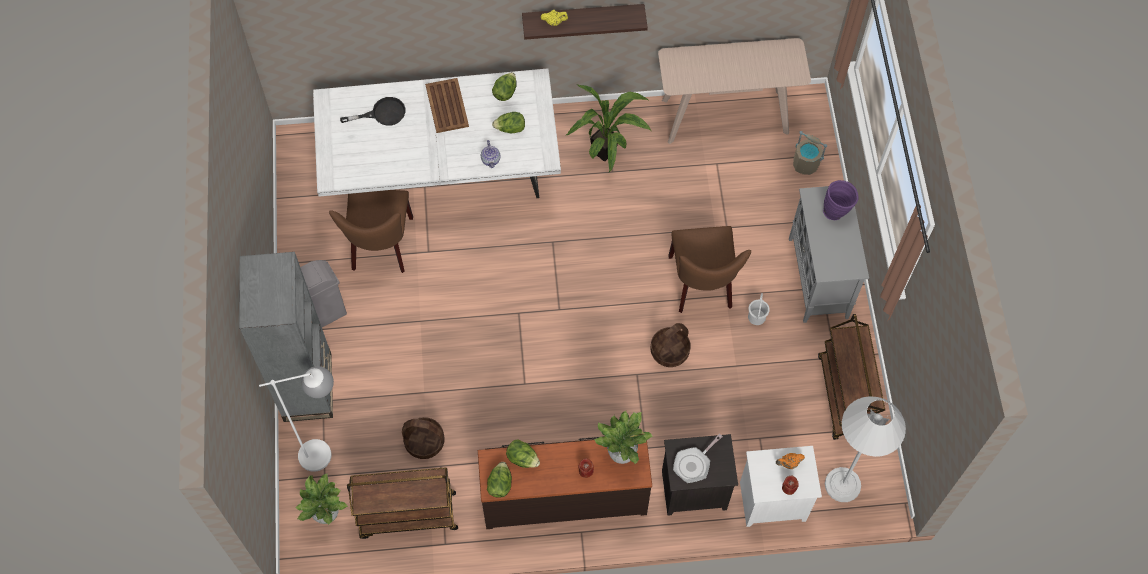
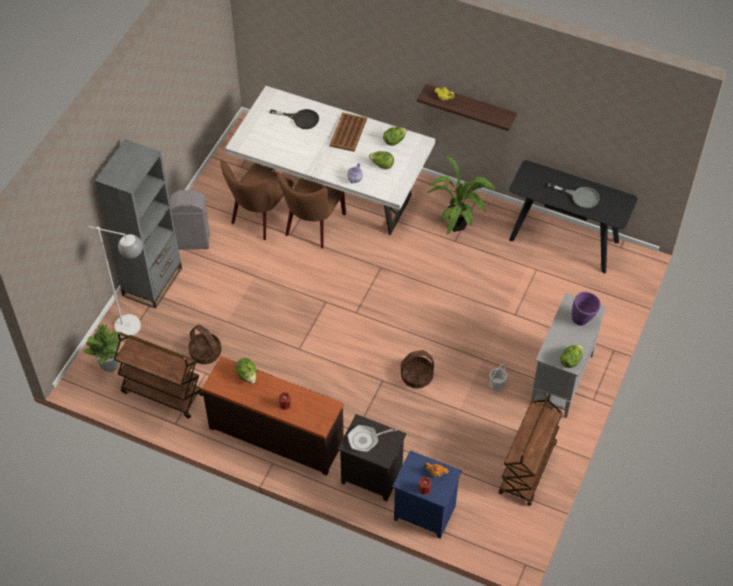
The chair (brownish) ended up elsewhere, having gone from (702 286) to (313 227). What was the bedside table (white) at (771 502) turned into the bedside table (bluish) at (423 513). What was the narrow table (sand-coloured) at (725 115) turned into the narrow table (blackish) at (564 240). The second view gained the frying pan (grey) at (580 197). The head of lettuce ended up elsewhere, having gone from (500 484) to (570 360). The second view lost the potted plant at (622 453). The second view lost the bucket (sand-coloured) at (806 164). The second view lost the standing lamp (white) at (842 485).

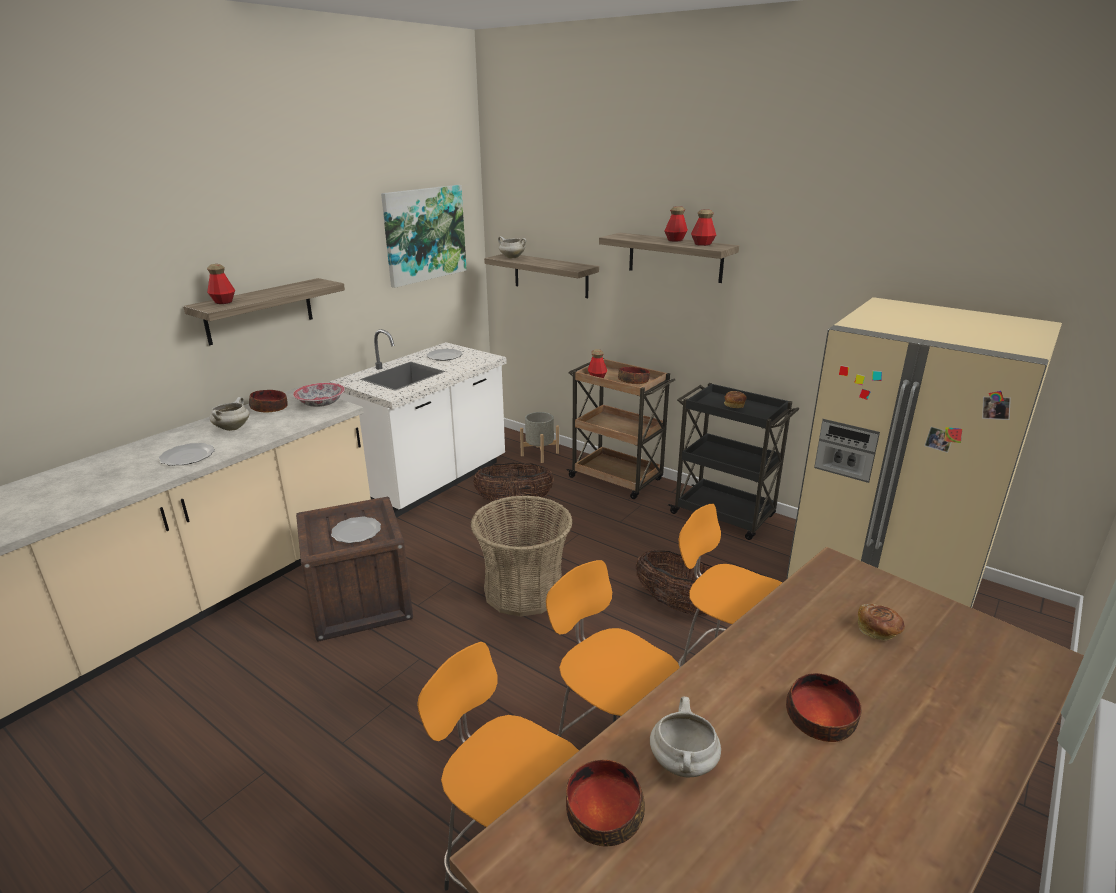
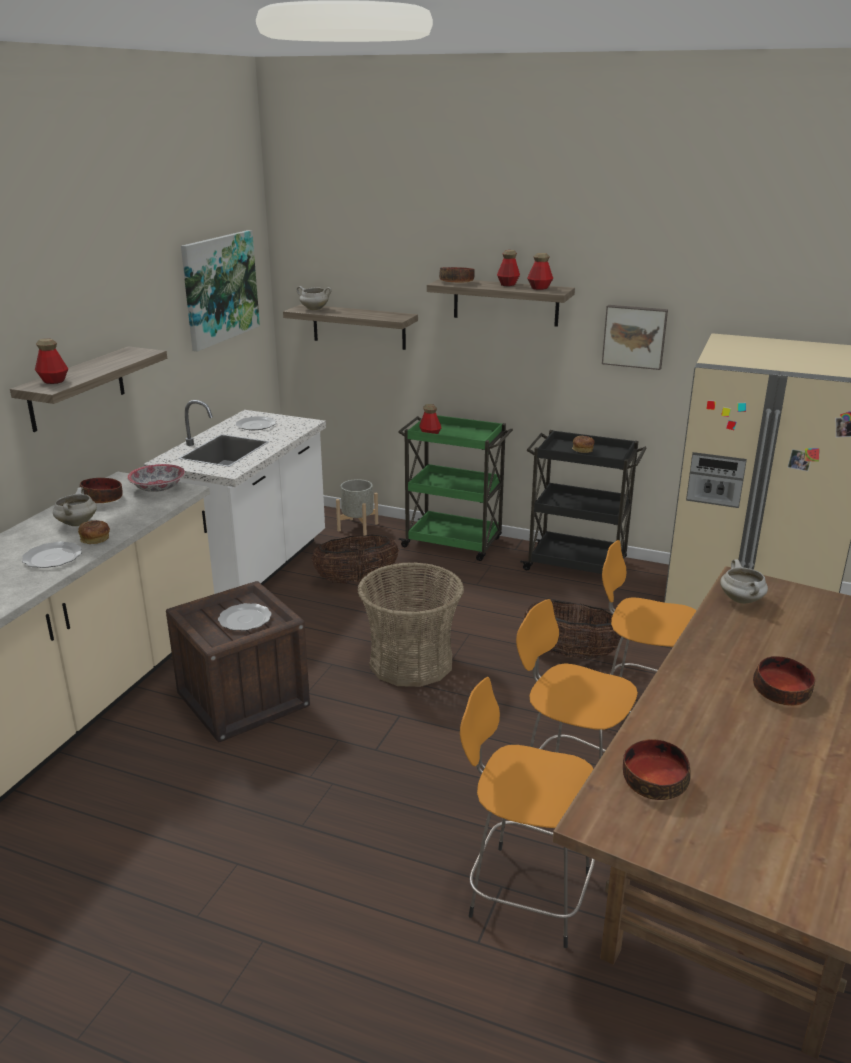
The bakery bread ended up elsewhere, having gone from (878 631) to (95 539). What was the wheeled cart (brownish) at (617 479) turned into the wheeled cart (greenish) at (454 543). The bowl ended up elsewhere, having gone from (633 382) to (457 282). The second view gained the picture at (634 336). The cooking pot (white) ended up elsewhere, having gone from (684 764) to (742 600).

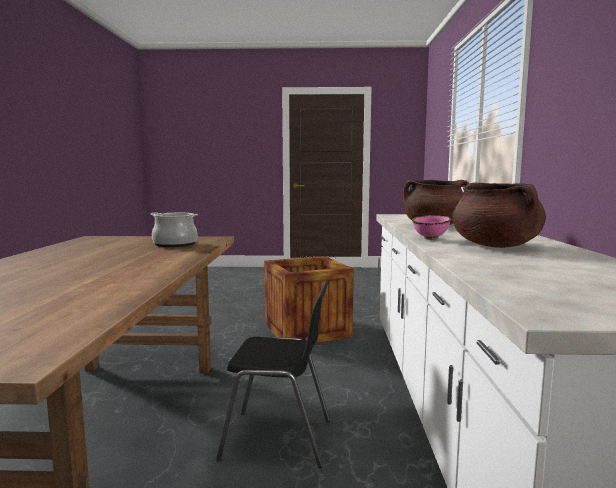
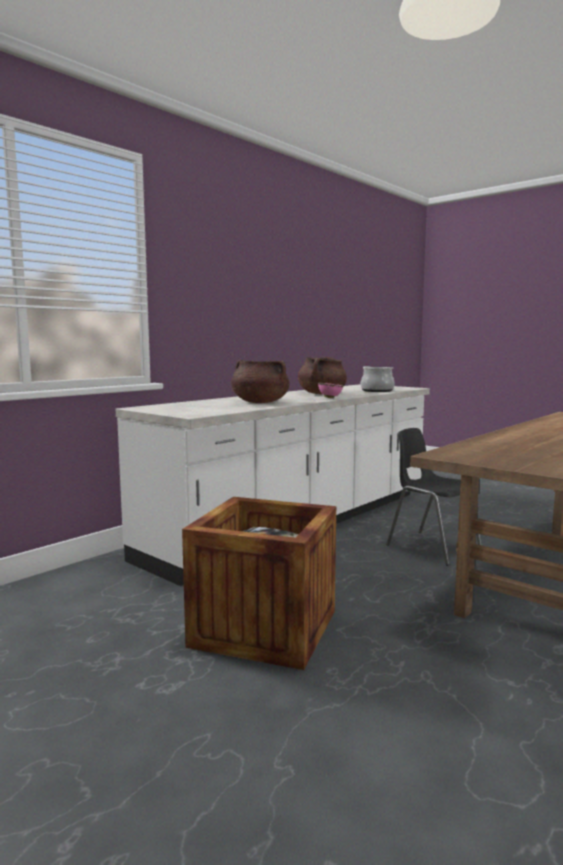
The cooking pot ended up elsewhere, having gone from (175 244) to (377 390).

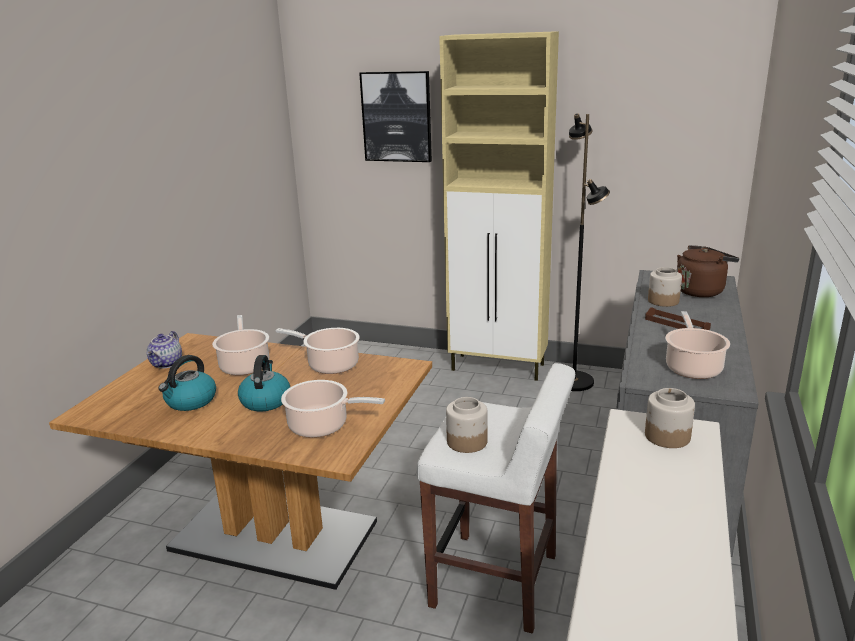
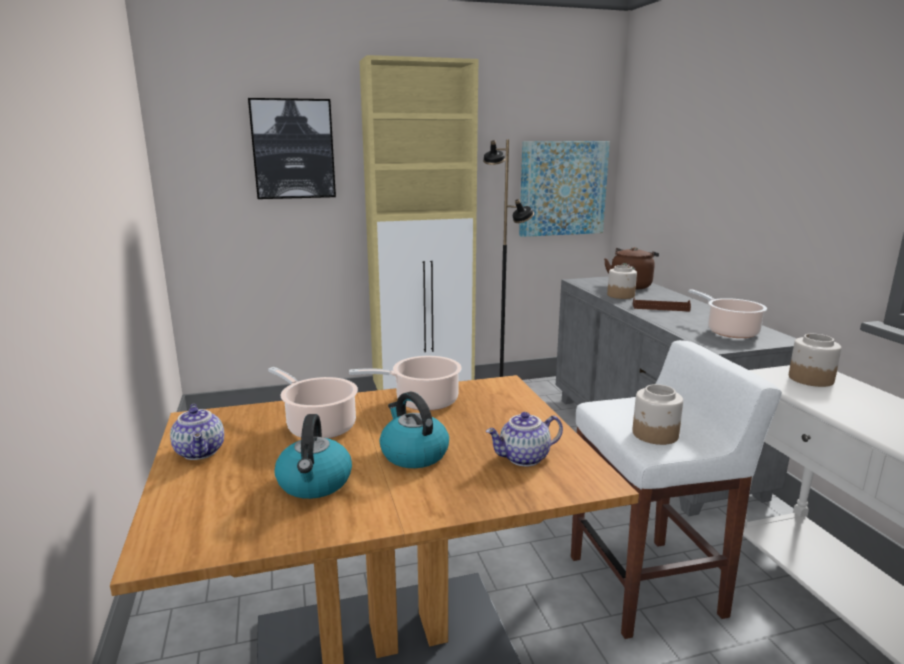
Where the cooking pot stood at (322 426), the tea pot came to stand at (524 458). The second view gained the picture at (562 188).

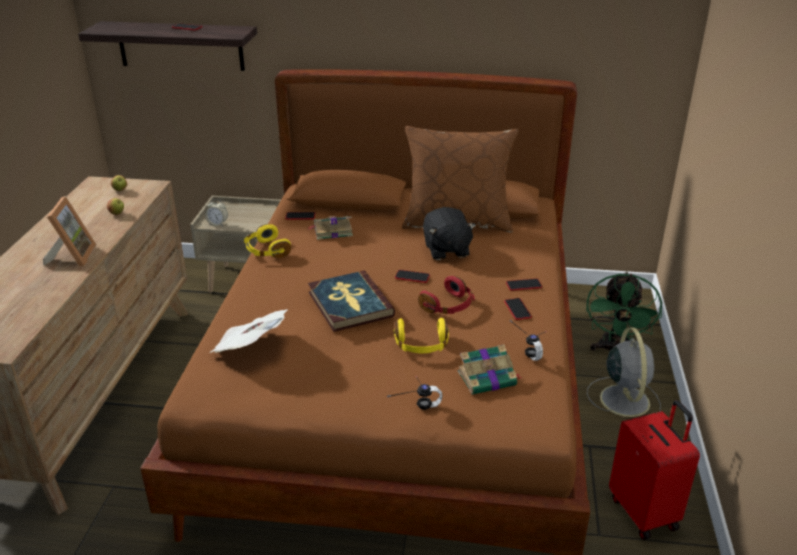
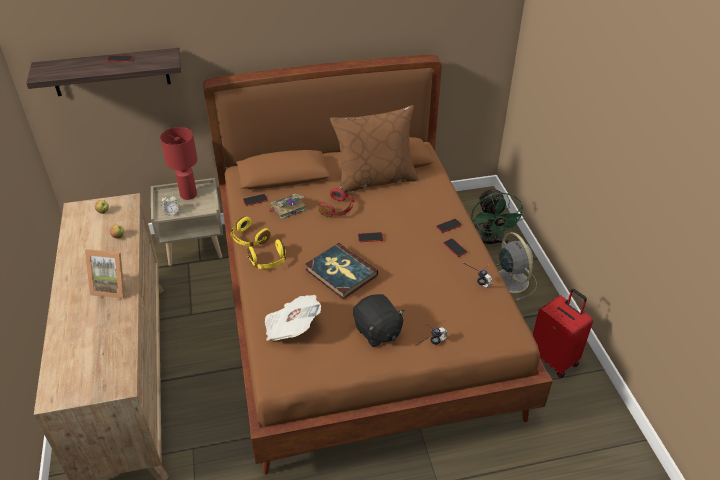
The photo frame at (72 256) ended up facing another way, 120 degrees clockwise from before. The second view gained the lamp for a table (red) at (188 195). The headphones (yellow) ended up elsewhere, having gone from (421 346) to (268 261). The headphones (red) ended up elsewhere, having gone from (448 306) to (338 209). The plush toy (blackish) ended up elsewhere, having gone from (446 250) to (377 331). The second view lost the volume at (488 378).

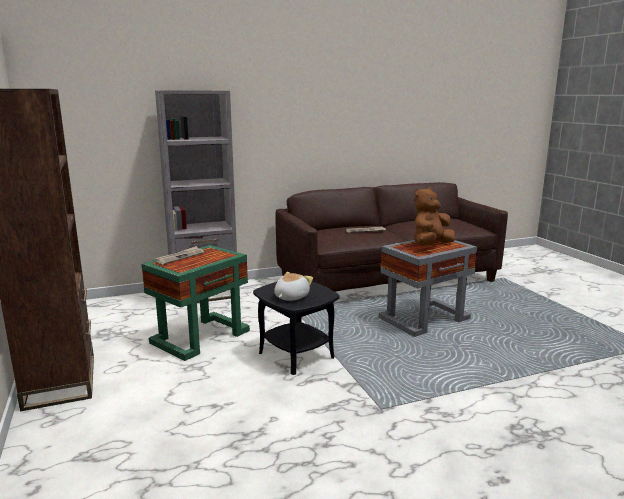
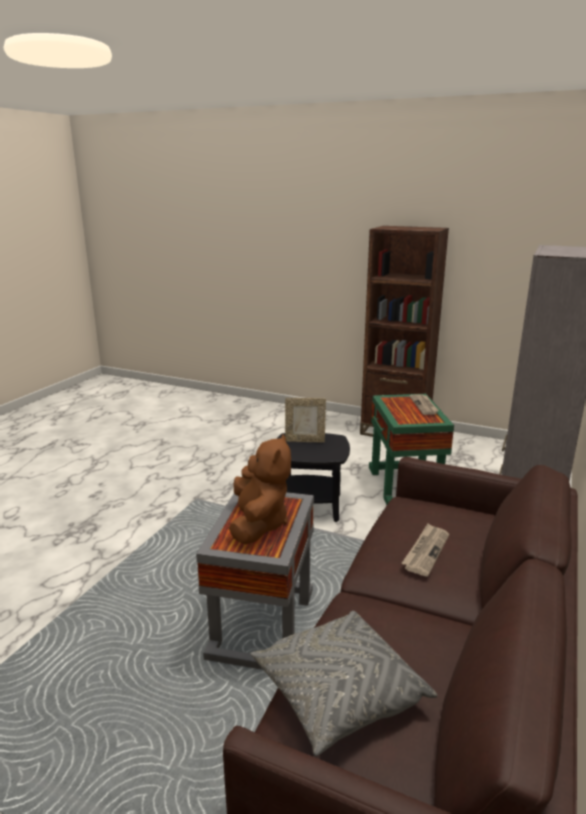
The second view gained the throw pillow (grey) at (338 694). Where the plush toy stood at (290 297), the photo frame came to stand at (305 440).

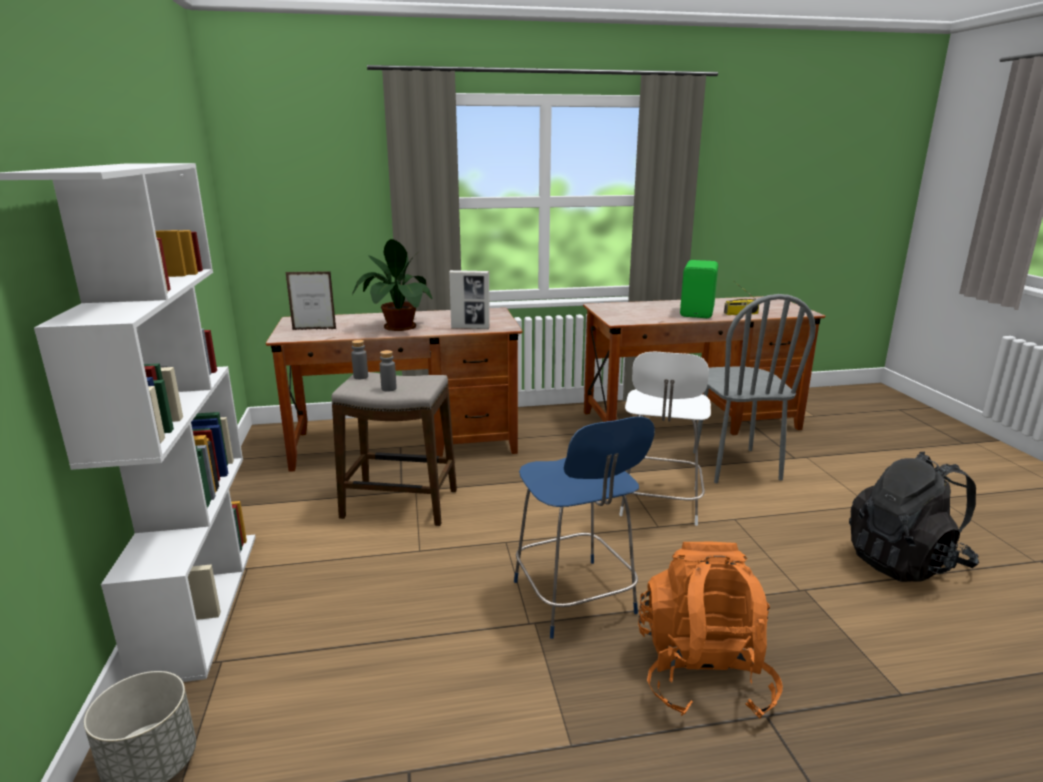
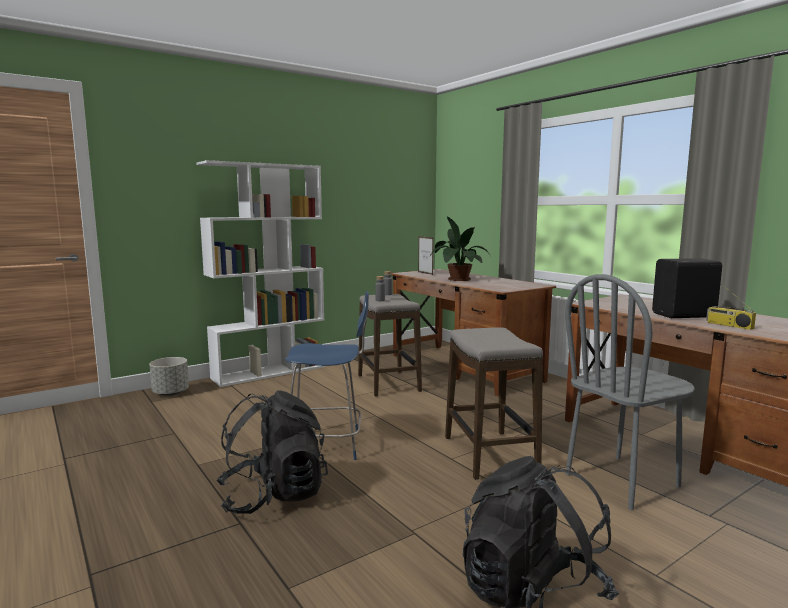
What was the rucksack (orange-coloured) at (703 674) turned into the rucksack (blackish) at (273 496). The chair (bluish) at (575 600) ended up facing another way, 135 degrees counterclockwise from before. Where the chair (white) stood at (659 504), the stool came to stand at (489 454). What was the speaker (greenish) at (698 313) turned into the speaker (blackish) at (685 315). The second view lost the photo frame at (470 328).

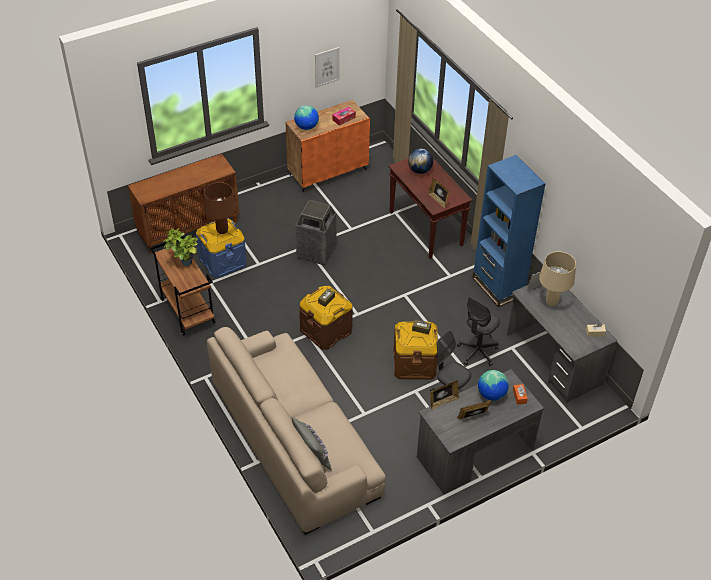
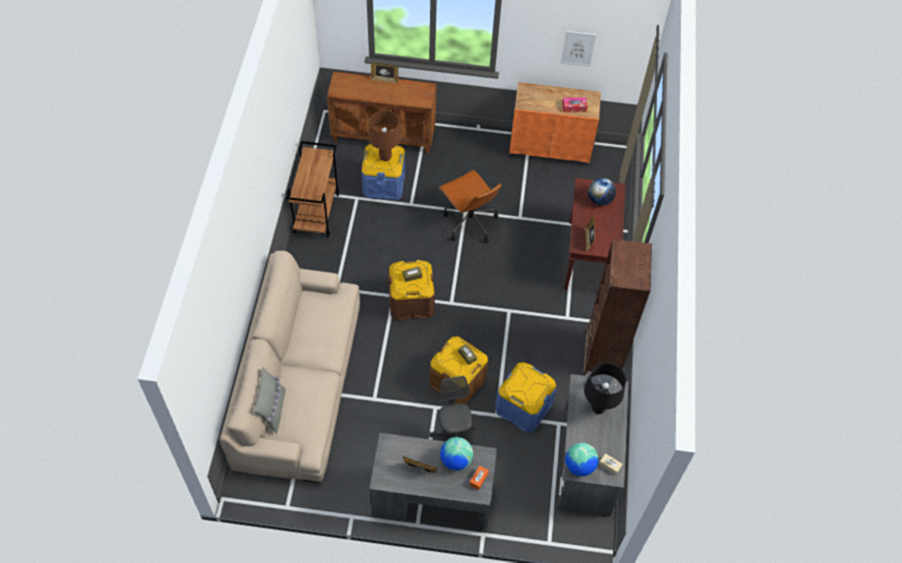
The photo frame ended up elsewhere, having gone from (443 402) to (384 80). Where the trash can stood at (316 252), the desk chair (brownish) came to stand at (469 222). Where the desk chair (grey) stood at (477 352), the storage container (bluish) came to stand at (523 407). The globe ended up elsewhere, having gone from (306 127) to (579 466). What was the bookcase (bluish) at (498 287) turned into the bookcase (brownish) at (602 356). What was the lamp for a table (sand-coloured) at (552 302) turned into the lamp for a table (blackish) at (598 409). The second view lost the potted plant at (183 263).

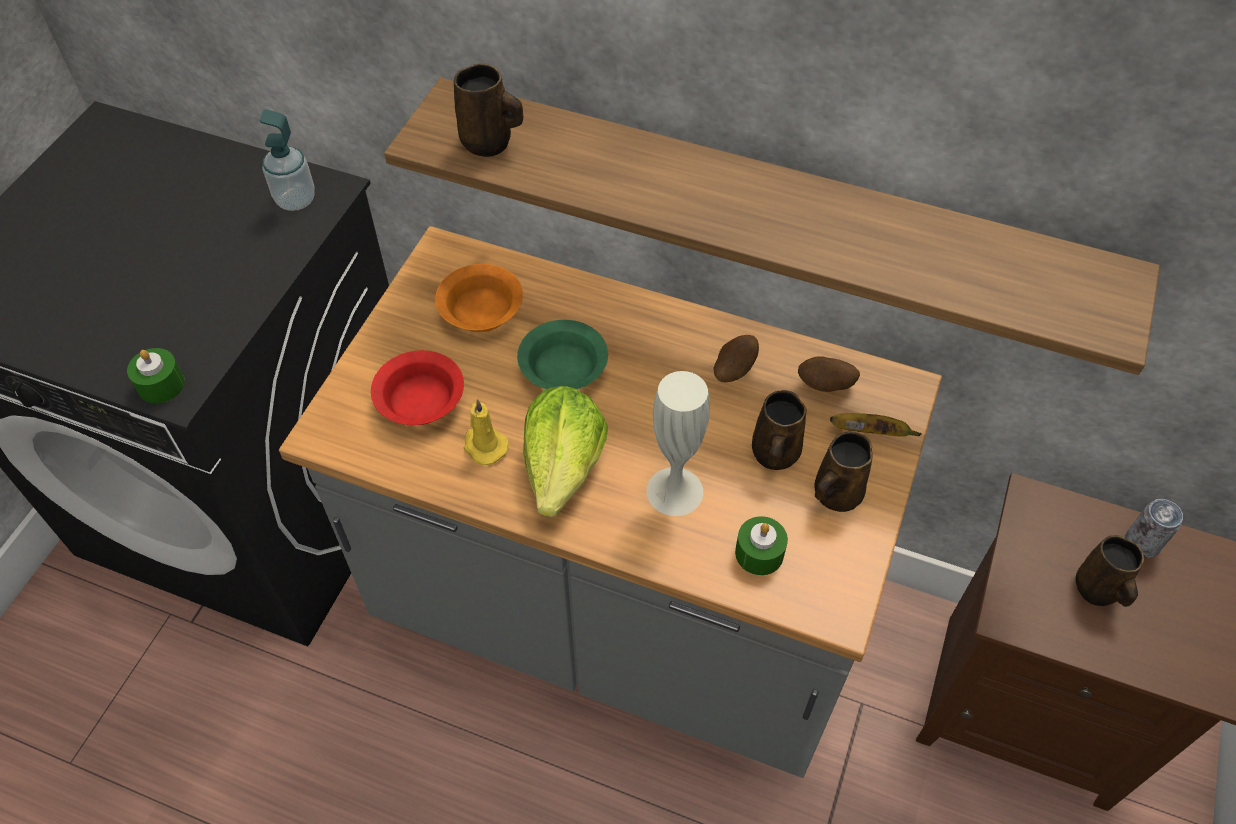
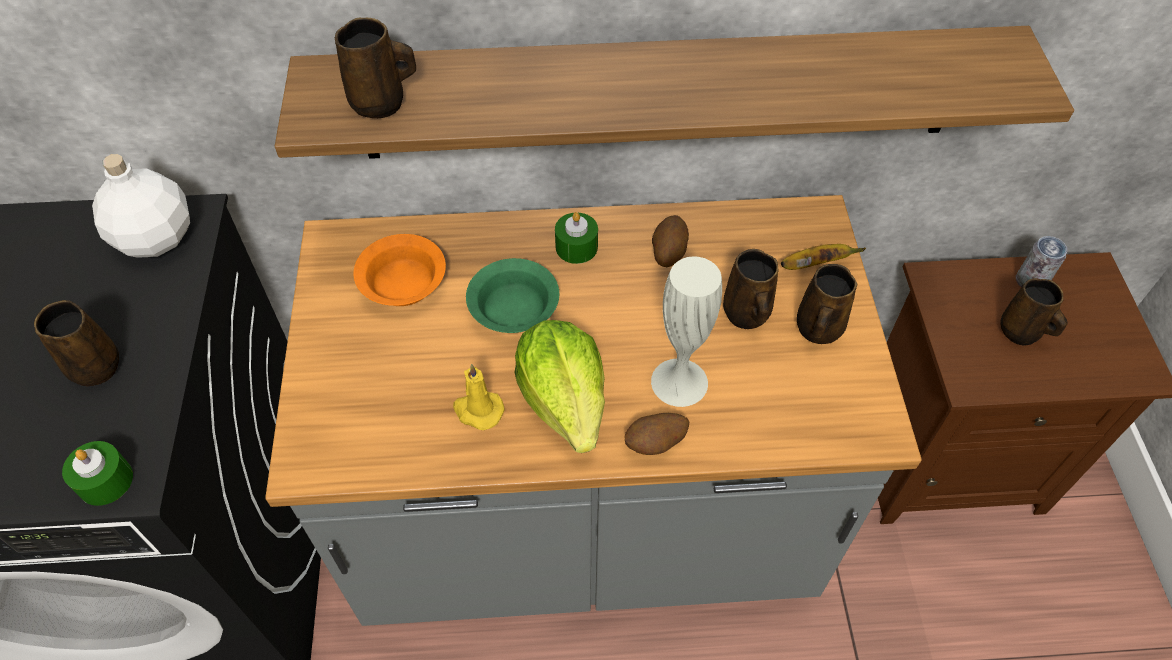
The second view gained the coffee mug (brownish) at (94 364). Where the soap dispenser stood at (295 200), the bottle (white) came to stand at (157 238). The wax light (greenish) ended up elsewhere, having gone from (759 553) to (576 247). The potato ended up elsewhere, having gone from (825 386) to (655 443). The second view lost the bowl (red) at (422 404).

